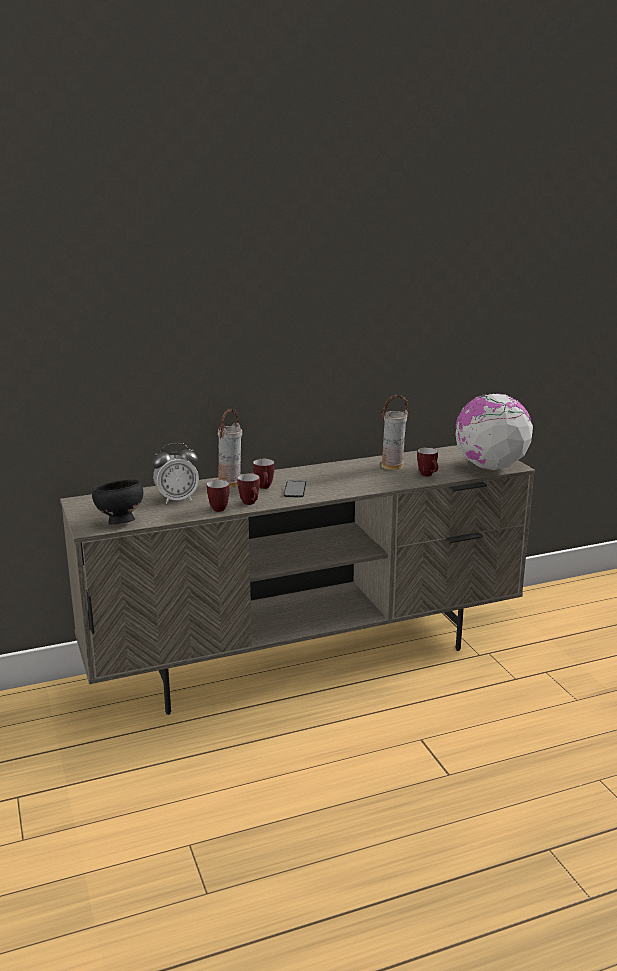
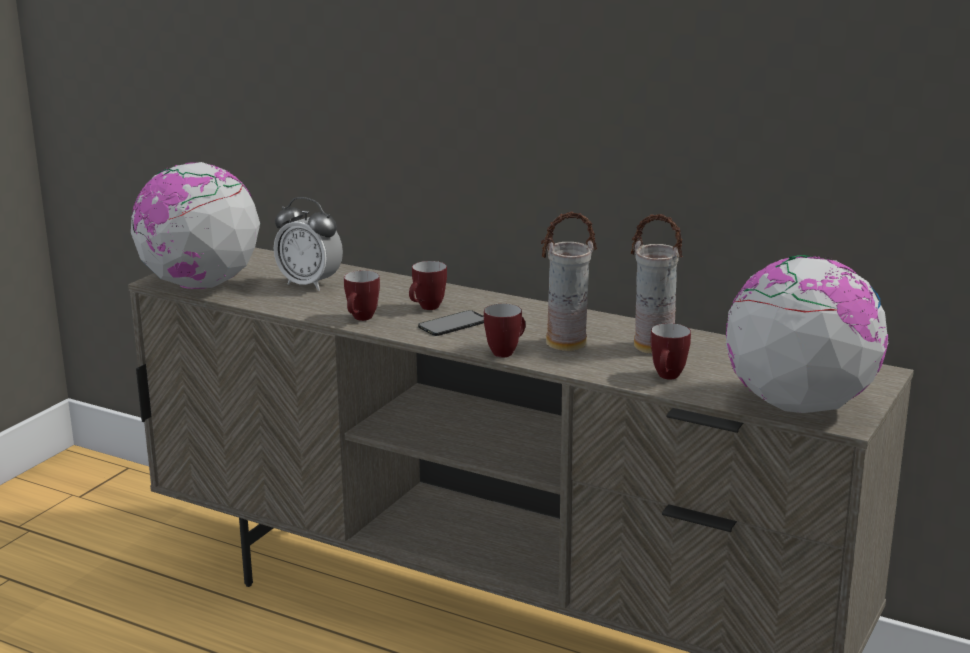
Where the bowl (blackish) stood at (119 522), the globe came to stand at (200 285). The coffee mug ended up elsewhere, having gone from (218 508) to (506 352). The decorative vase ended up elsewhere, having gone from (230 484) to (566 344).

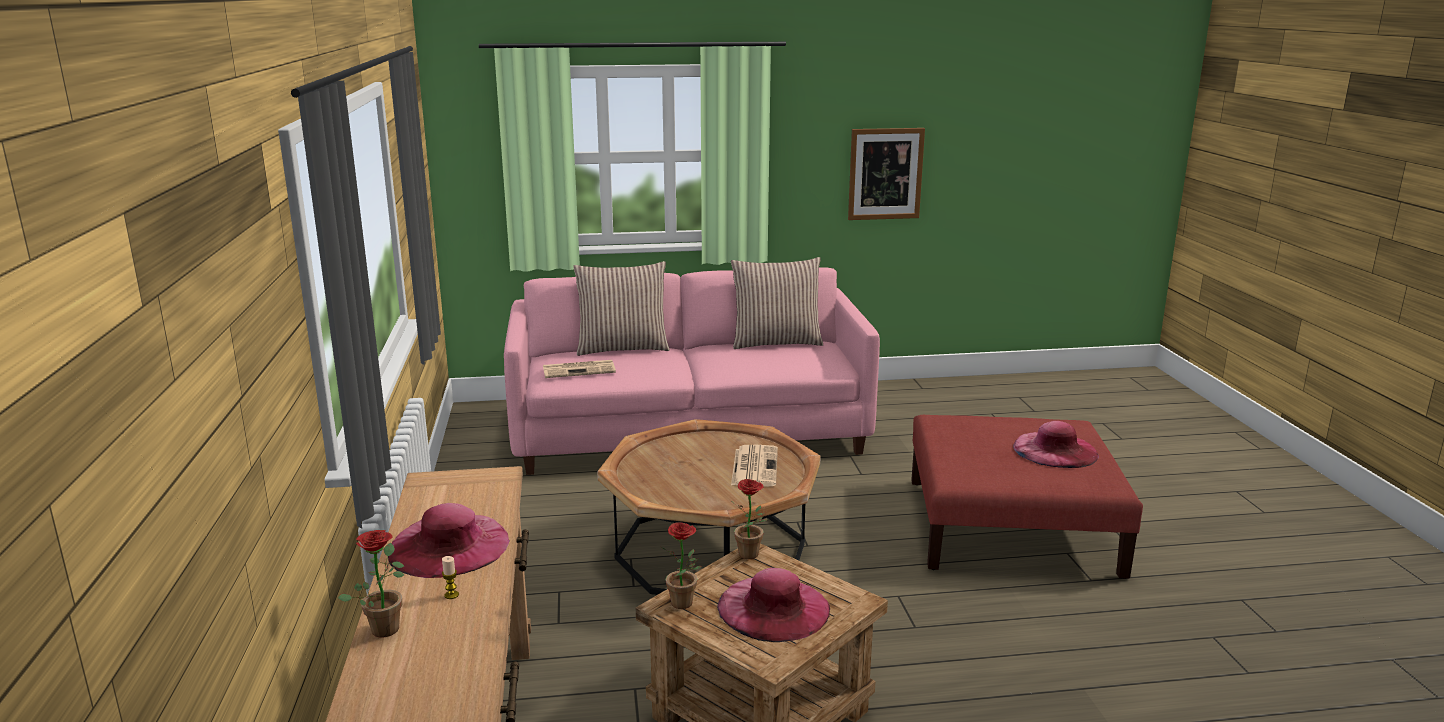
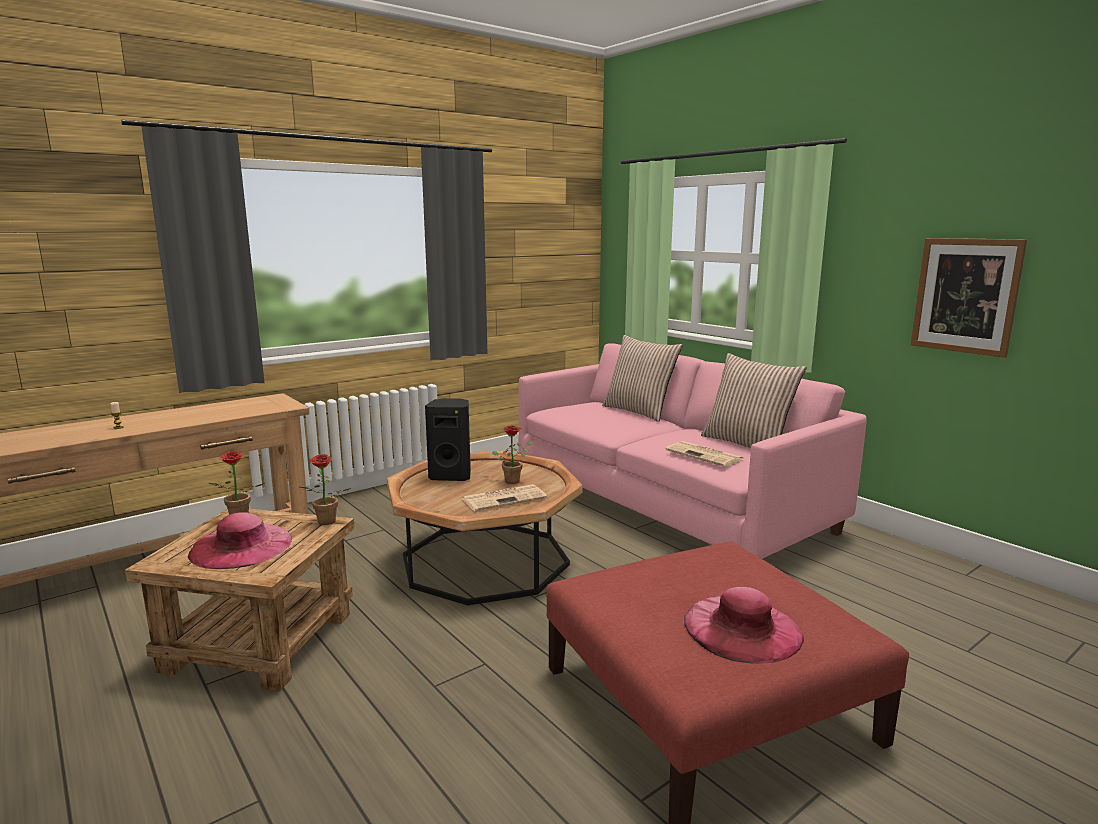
The second view gained the speaker (blackish) at (451 476). The potted plant ended up elsewhere, having gone from (385 626) to (514 480). The printed paper ended up elsewhere, having gone from (580 370) to (705 455). The second view lost the wearable hat (pink) at (448 545).

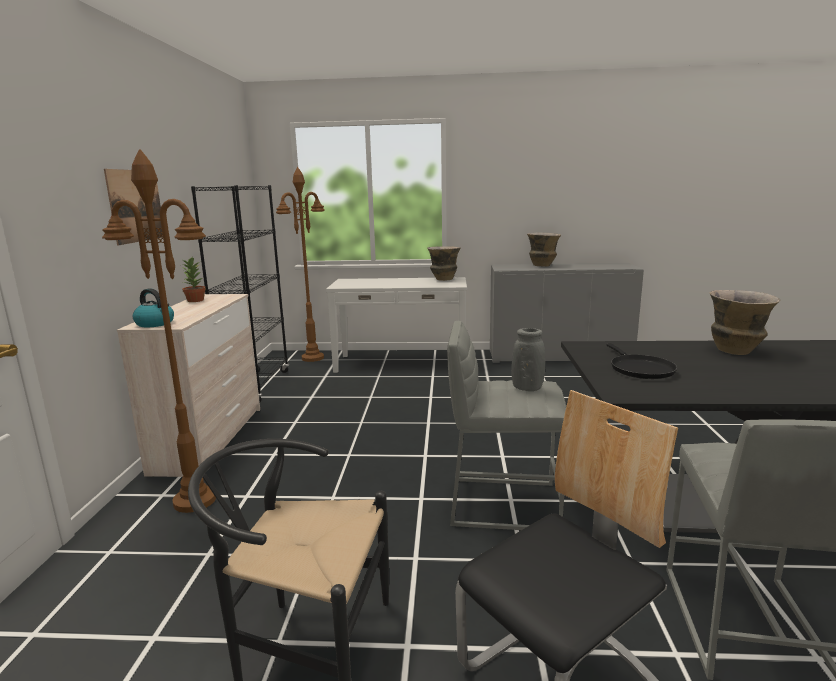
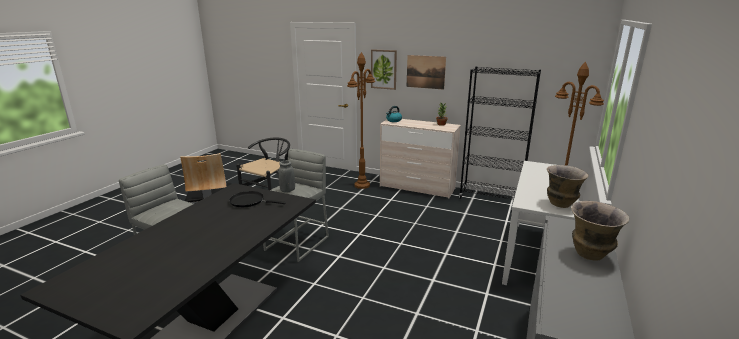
The second view gained the picture at (384 69). The second view lost the decorative vase at (735 351).

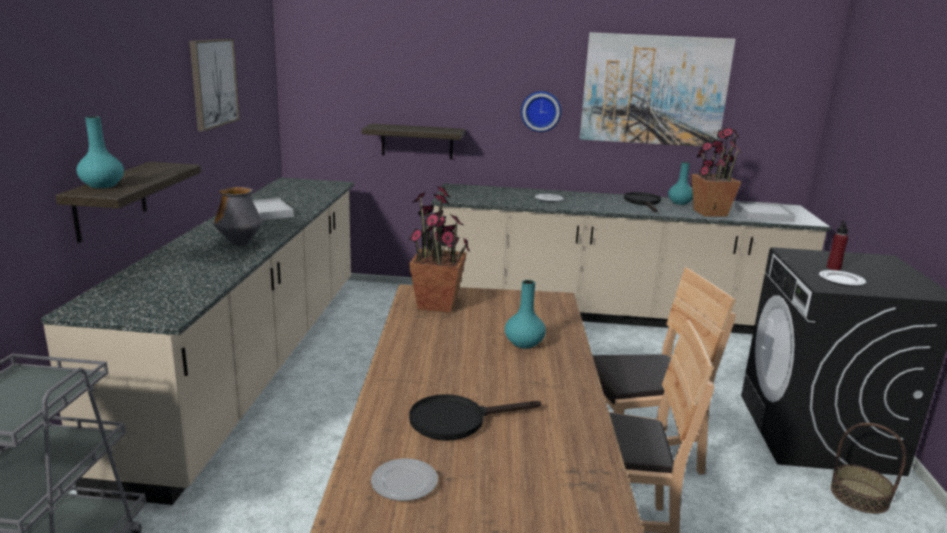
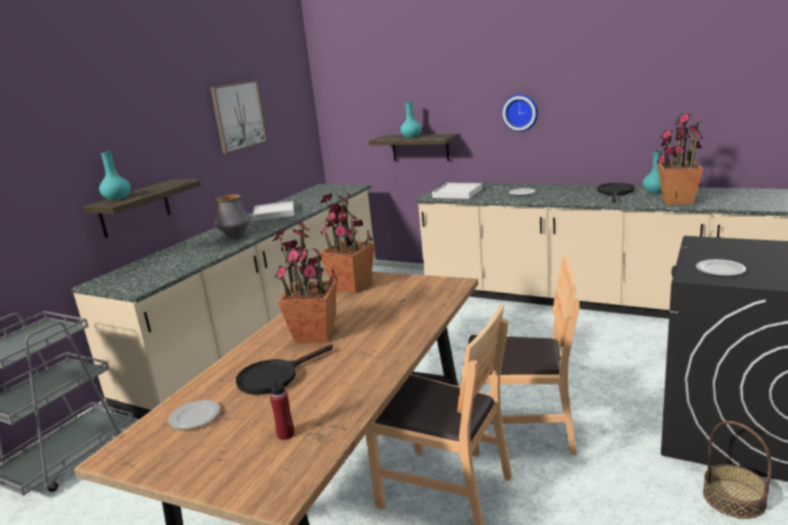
The frying pan (blackish) at (457 420) ended up facing another way, 45 degrees counterclockwise from before. The bottle (red) ended up elsewhere, having gone from (833 268) to (286 434). The second view gained the potted plant at (315 335). The decorative vase (turquoise) ended up elsewhere, having gone from (524 343) to (411 137). The tray (white) ended up elsewhere, having gone from (763 214) to (457 193). The second view lost the picture at (654 90).

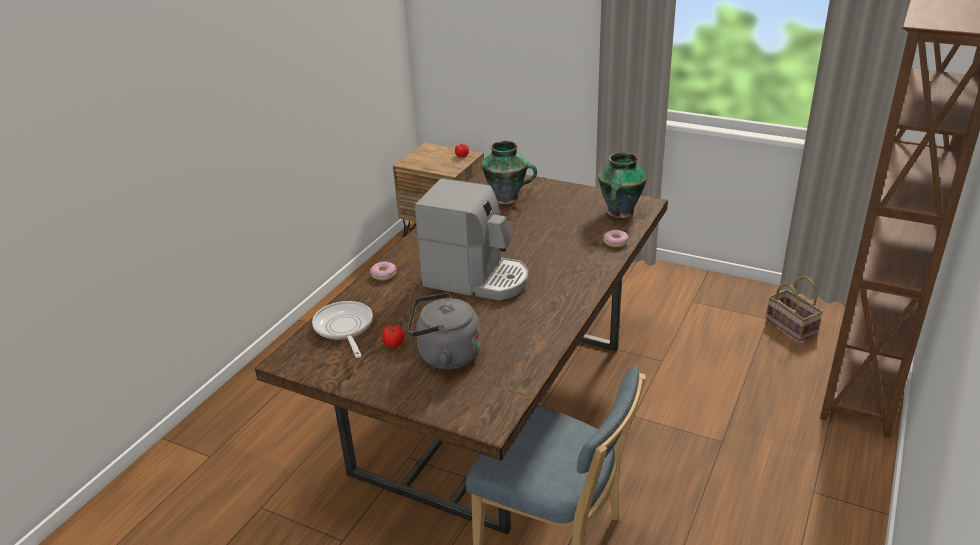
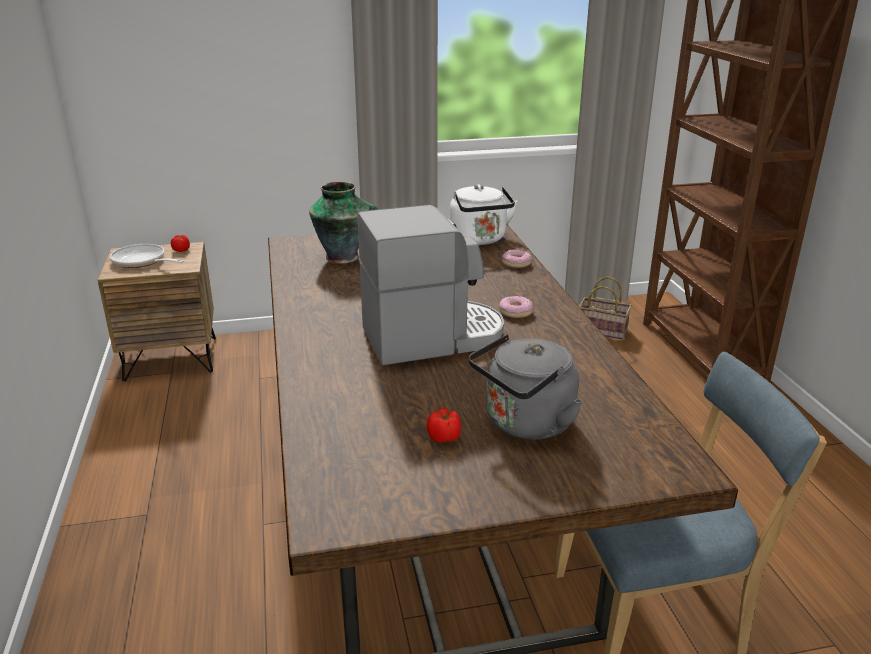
The frying pan ended up elsewhere, having gone from (344 329) to (142 261). Where the decorative vase stood at (620 213), the water kettle (white) came to stand at (479 240). The doughnut ended up elsewhere, having gone from (384 274) to (515 312).

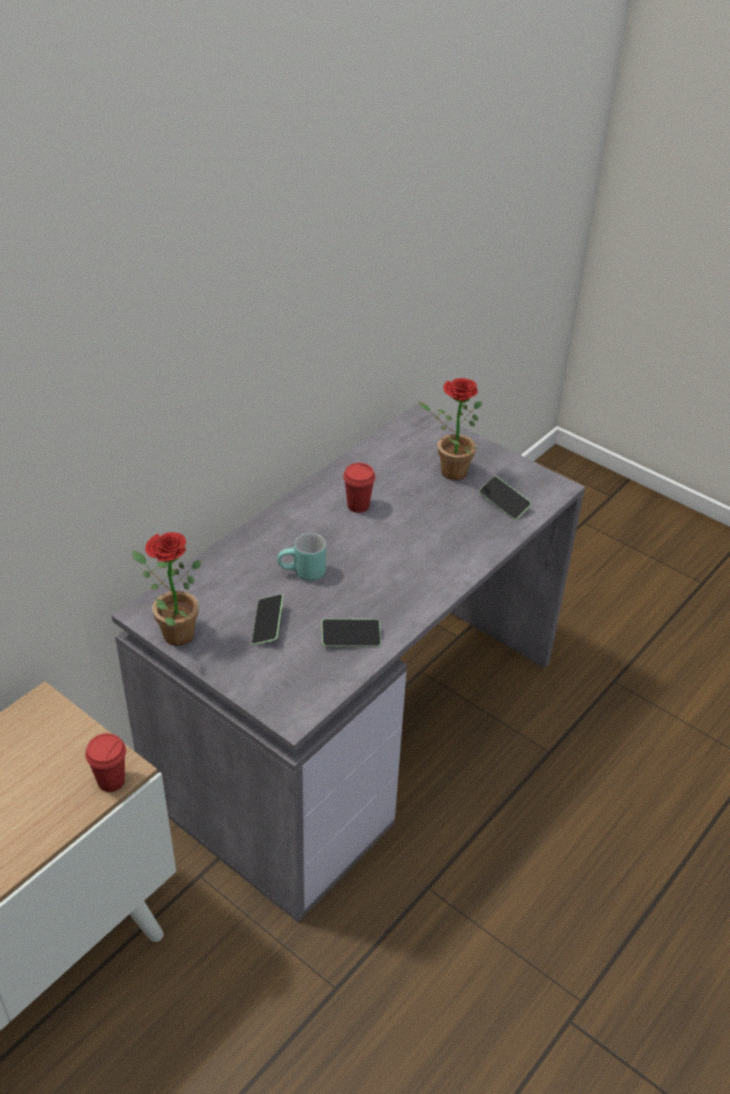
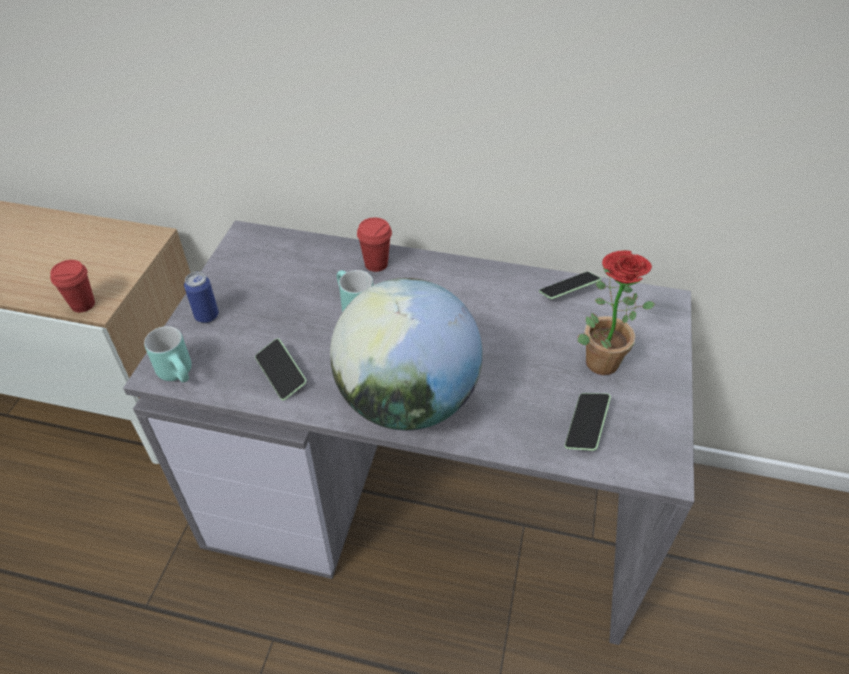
The second view gained the coffee mug (turquoise) at (180 373). The second view gained the metal can at (207 316). The second view gained the globe at (407 401). The drinking cup (red) ended up elsewhere, having gone from (358 505) to (376 264). The handset ended up elsewhere, having gone from (267 625) to (568 291). The second view lost the potted plant at (172 633).

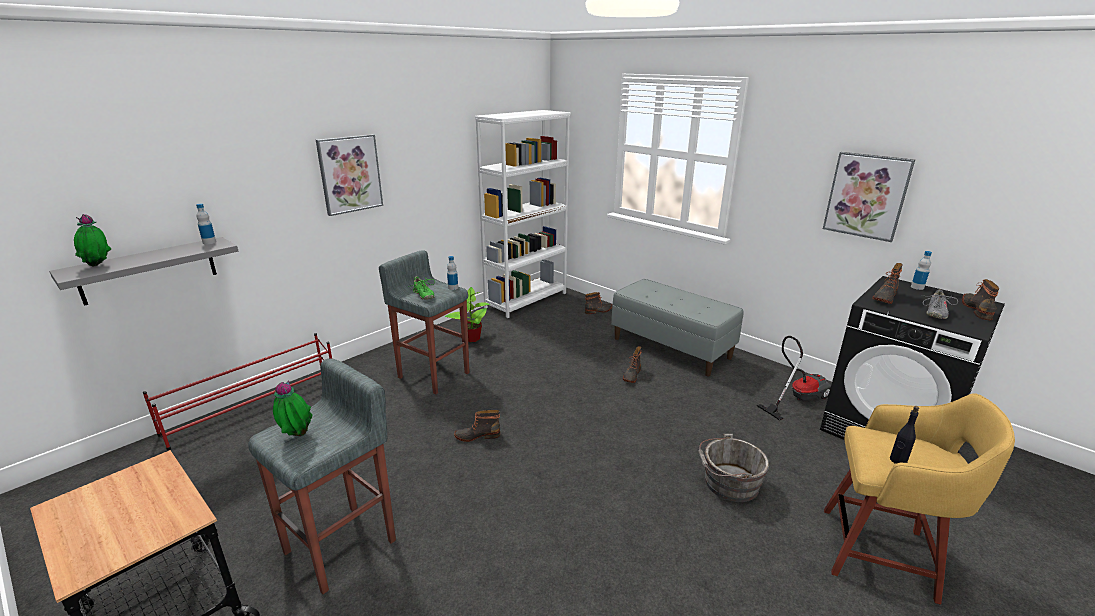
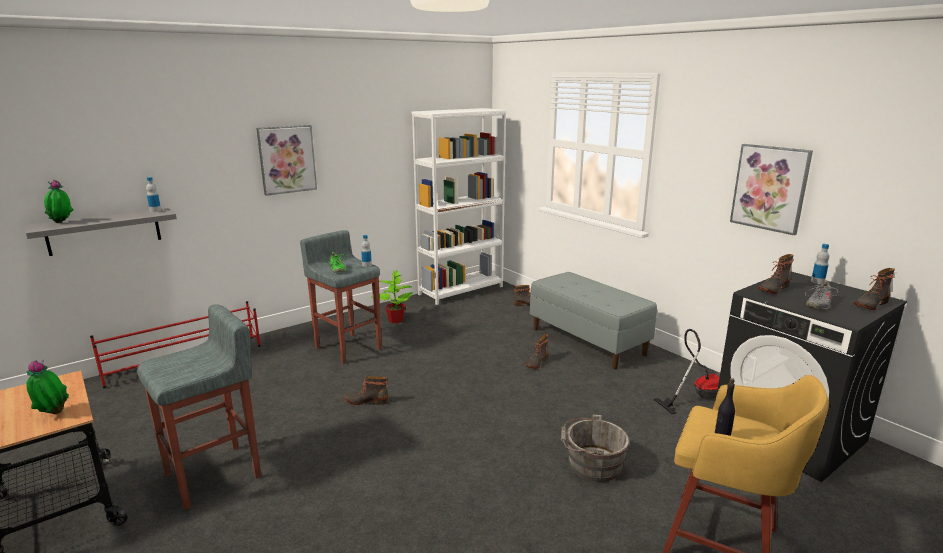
The potted plant ended up elsewhere, having gone from (296 436) to (52 413). The high-top boot at (977 309) ended up facing another way, 150 degrees counterclockwise from before.

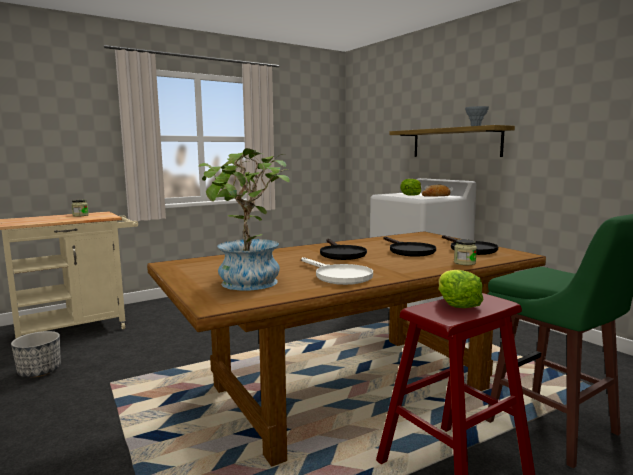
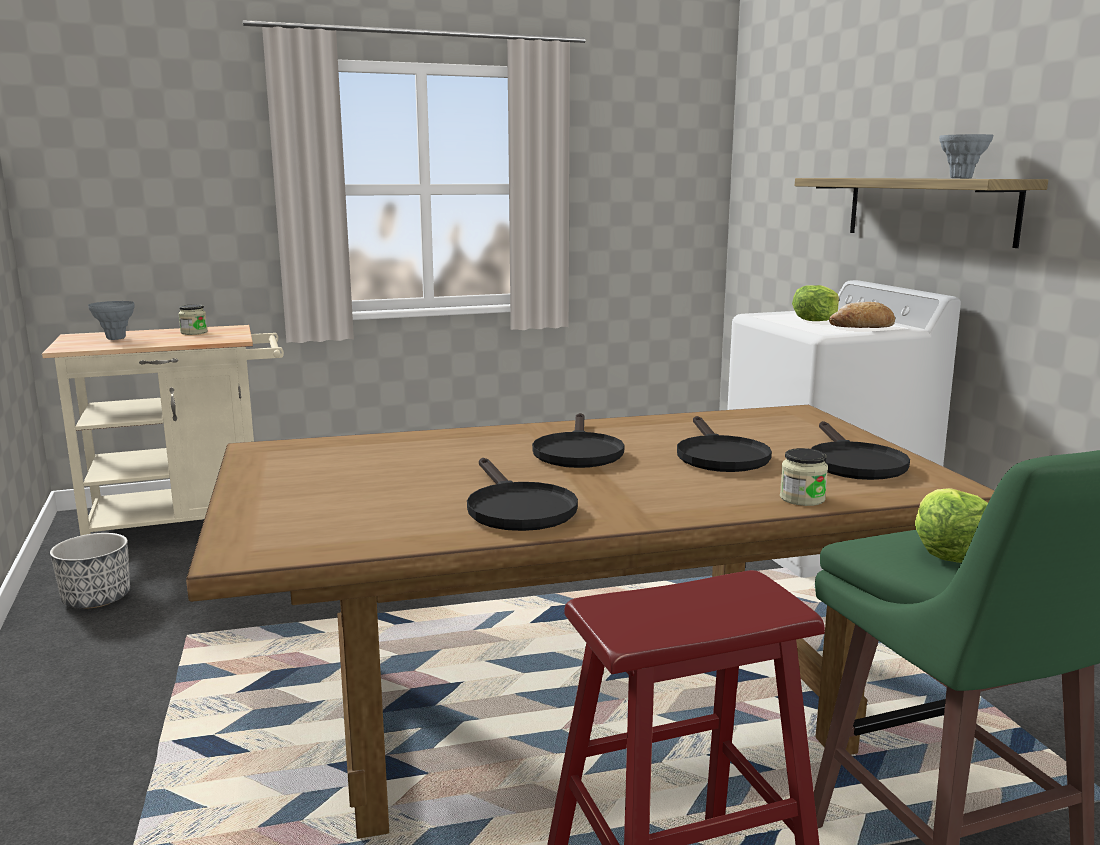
The second view gained the decorative vase (grey) at (115 338). What was the frying pan (white) at (338 276) turned into the frying pan (blackish) at (516 508). The head of lettuce ended up elsewhere, having gone from (457 304) to (949 552). The second view lost the potted plant at (248 285).

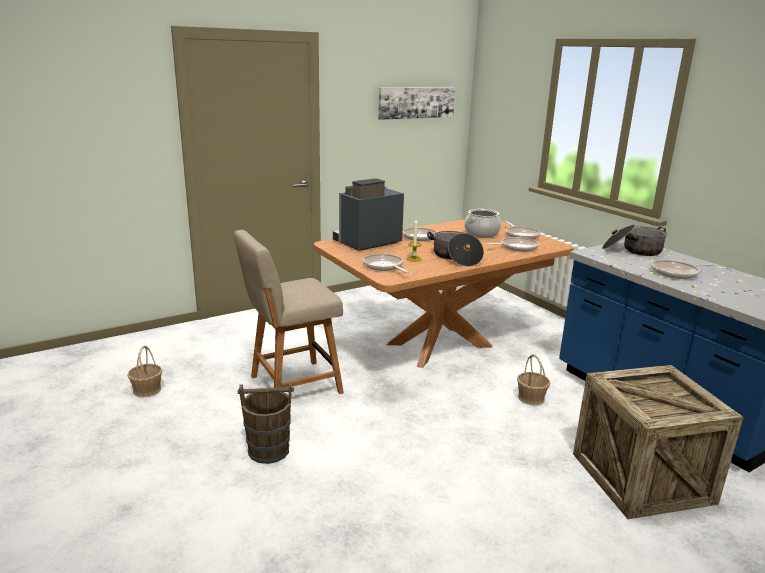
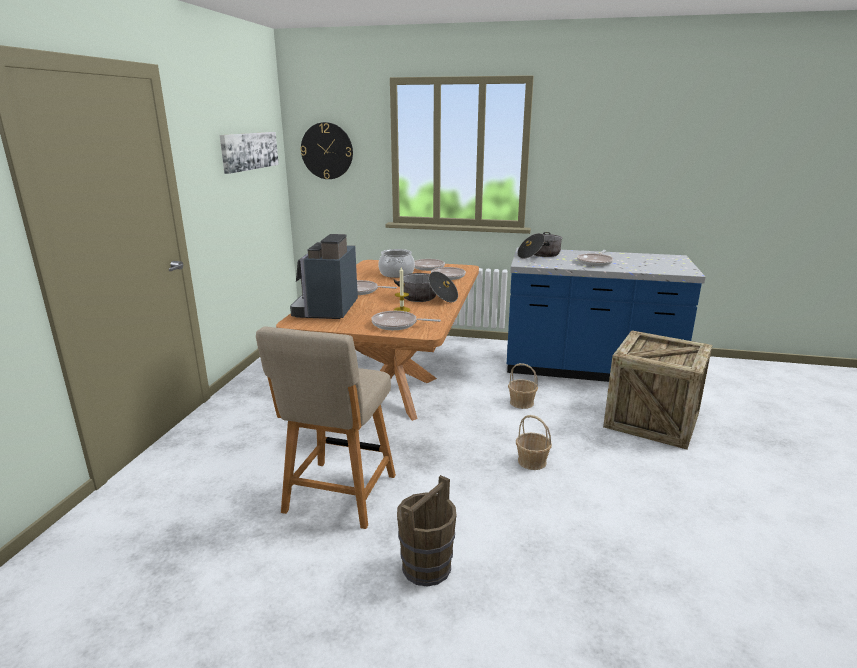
The second view gained the clock on the wall at (327 151). The basket ended up elsewhere, having gone from (147 390) to (532 461).

